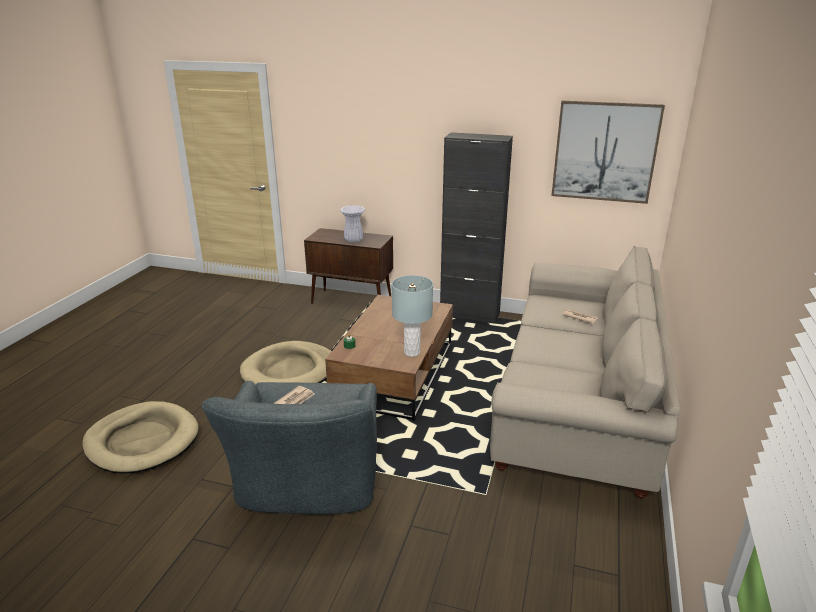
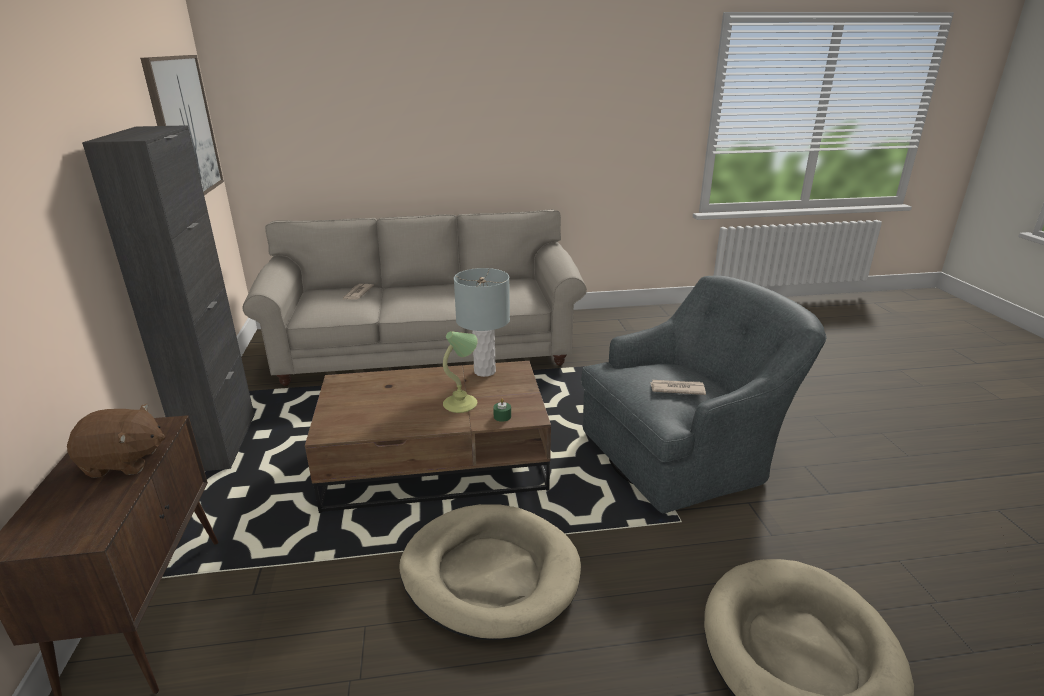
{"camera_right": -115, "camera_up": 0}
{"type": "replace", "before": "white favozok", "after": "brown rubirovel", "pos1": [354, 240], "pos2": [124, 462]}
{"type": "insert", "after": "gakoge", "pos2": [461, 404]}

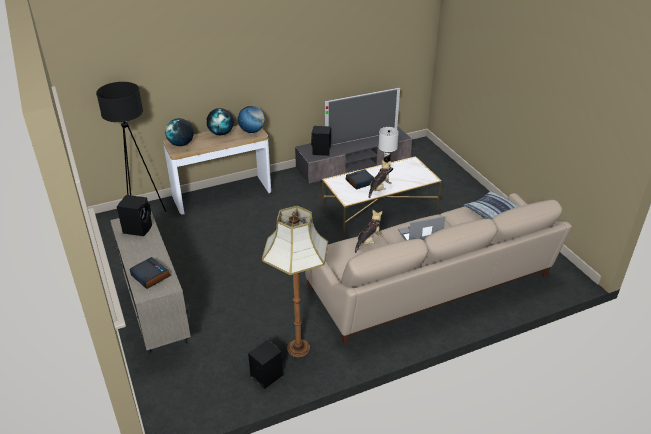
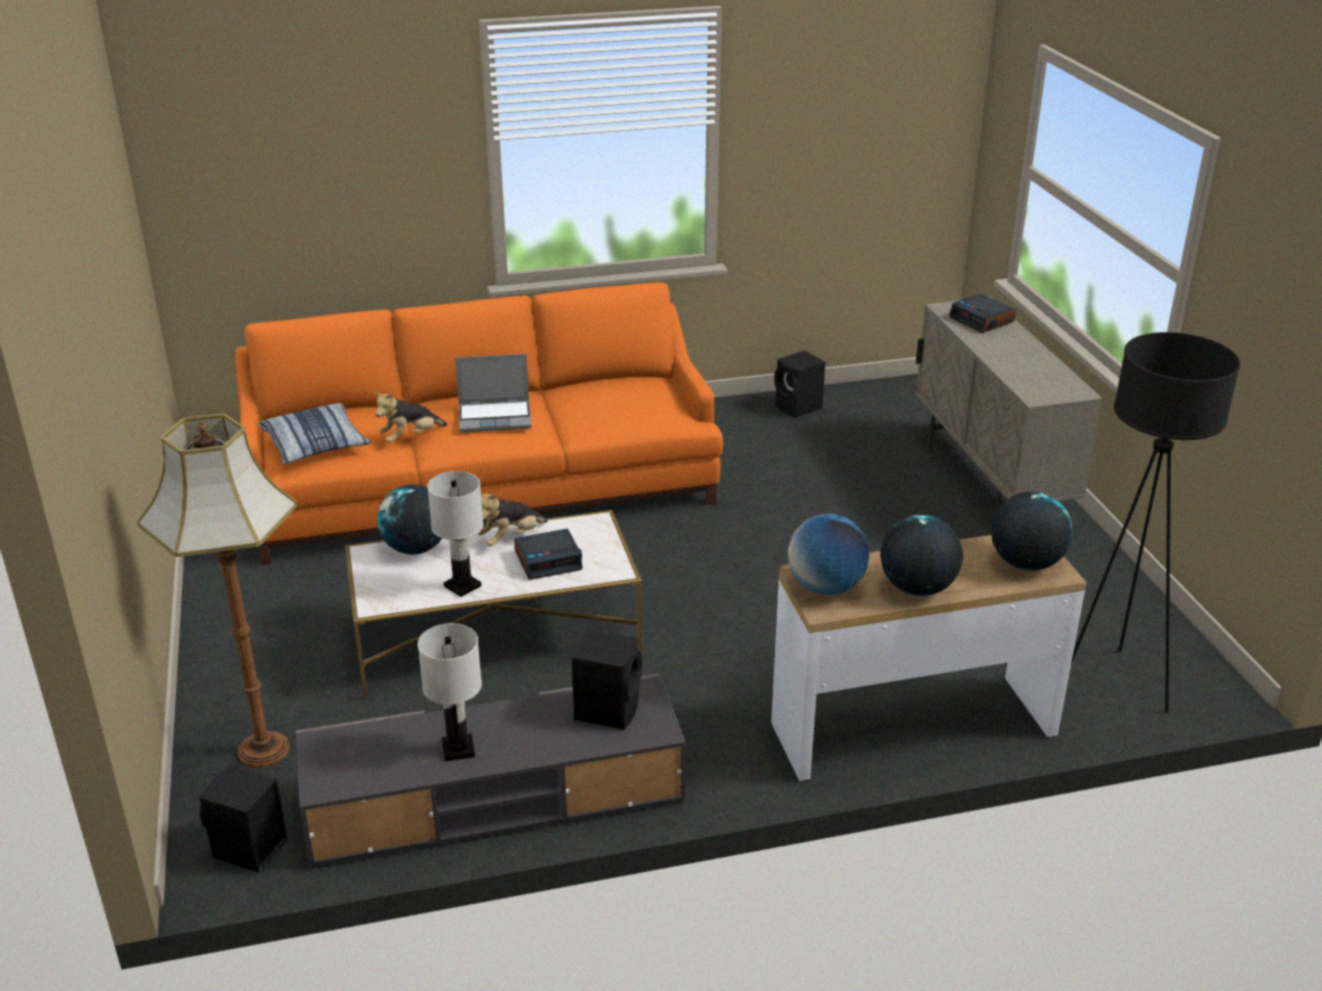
{"camera_right": -170, "camera_up": -5}
{"type": "move", "before": "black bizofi", "pos1": [138, 228], "pos2": [248, 850]}
{"type": "move", "before": "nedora", "pos1": [299, 349], "pos2": [263, 749]}
{"type": "recolor", "before": "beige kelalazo", "after": "orange kelalazo", "pos1": [430, 283], "pos2": [483, 486]}
{"type": "replace", "before": "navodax", "after": "white gakoge", "pos1": [361, 138], "pos2": [457, 749]}
{"type": "move", "before": "rubirovel", "pos1": [368, 242], "pos2": [410, 437]}
{"type": "insert", "after": "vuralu", "pos2": [416, 548]}

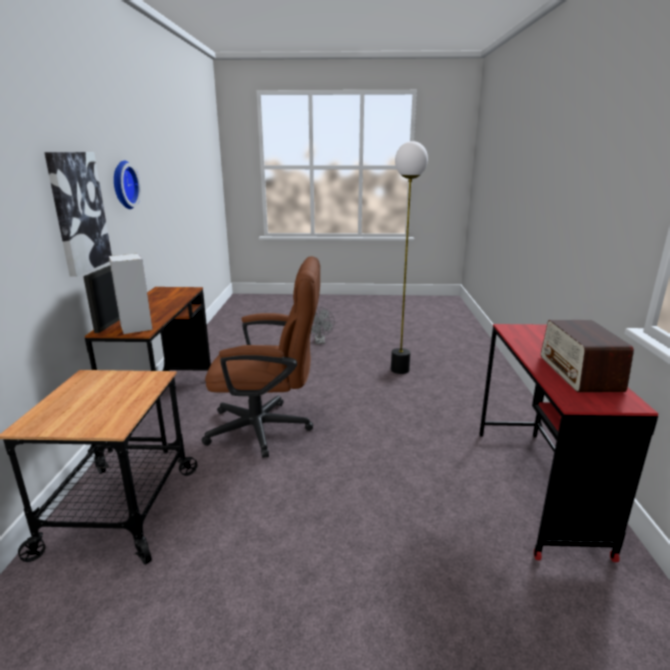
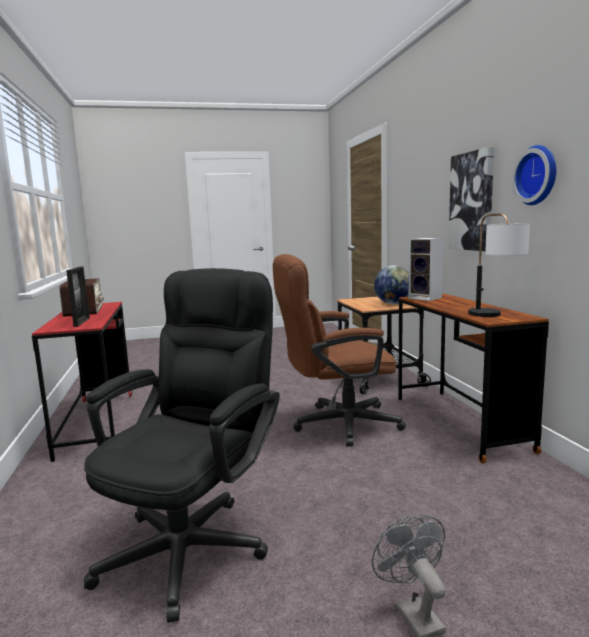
{"camera_right": 165, "camera_up": -10}
{"type": "move", "before": "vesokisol", "pos1": [109, 325], "pos2": [82, 322]}
{"type": "replace", "before": "nedora", "after": "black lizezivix", "pos1": [399, 370], "pos2": [194, 541]}
{"type": "insert", "after": "vuralu", "pos2": [393, 304]}
{"type": "insert", "after": "gakoge", "pos2": [495, 316]}

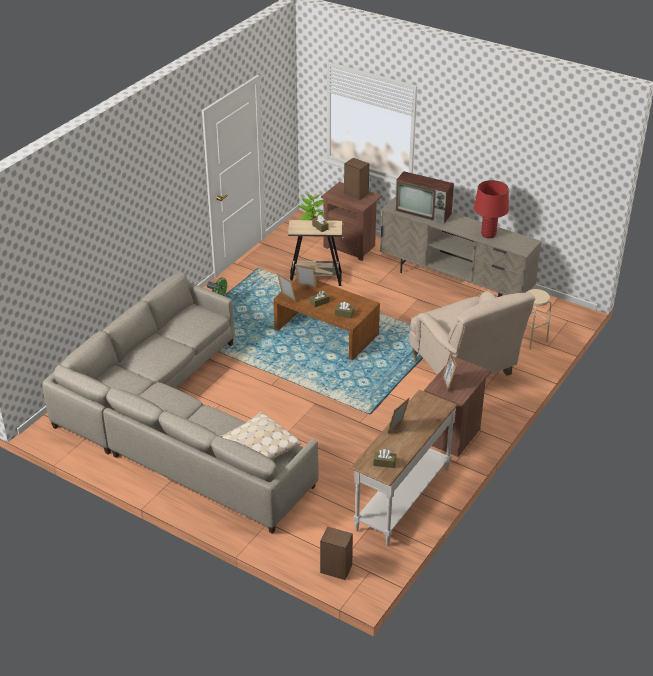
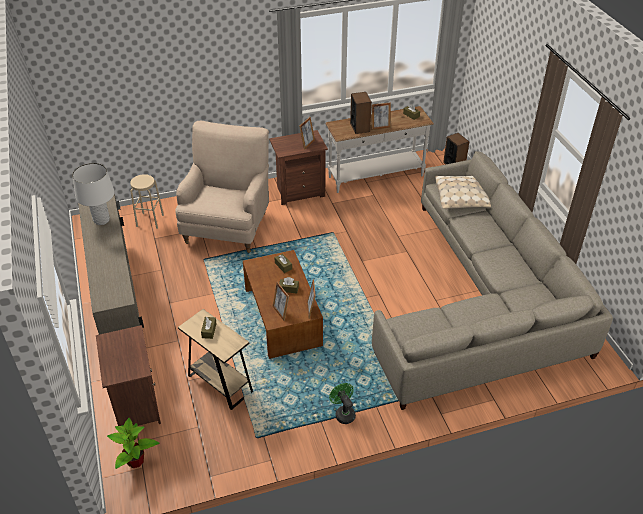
{"camera_right": -140, "camera_up": 5}
{"type": "move", "before": "bizofi", "pos1": [356, 193], "pos2": [360, 127]}
{"type": "delete", "before": "navodax", "pos1": [424, 212]}
{"type": "recolor", "before": "red gakoge", "after": "white gakoge", "pos1": [488, 235], "pos2": [101, 220]}

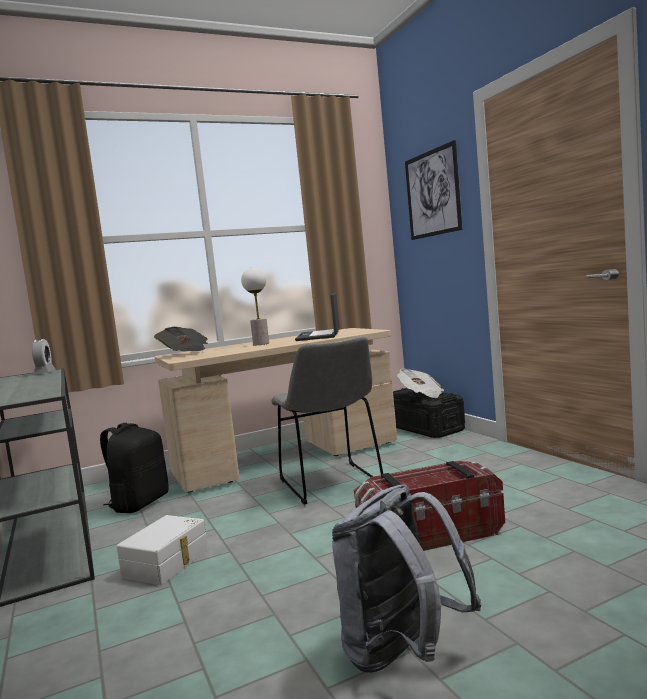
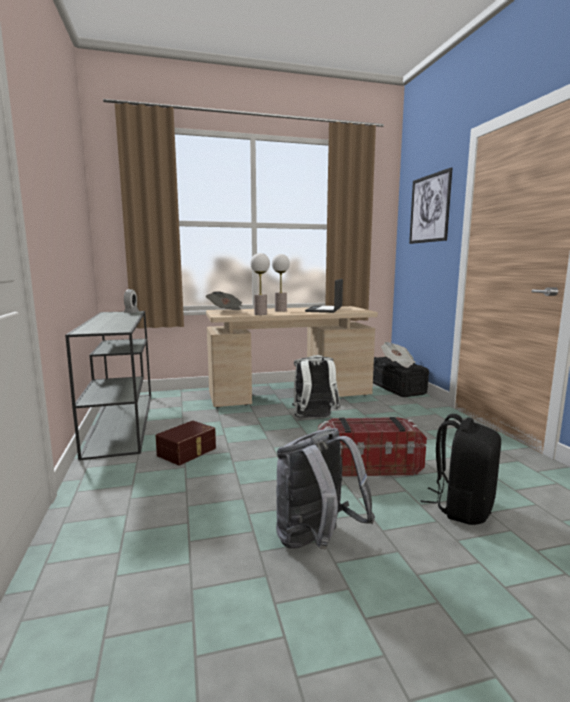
{"camera_right": 10, "camera_up": 5}
{"type": "move", "before": "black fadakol", "pos1": [139, 503], "pos2": [462, 507]}
{"type": "recolor", "before": "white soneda", "after": "brown soneda", "pos1": [168, 563], "pos2": [188, 452]}
{"type": "replace", "before": "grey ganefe", "after": "white fadakol", "pos1": [332, 484], "pos2": [314, 418]}
{"type": "insert", "after": "gakoge", "pos2": [260, 314]}

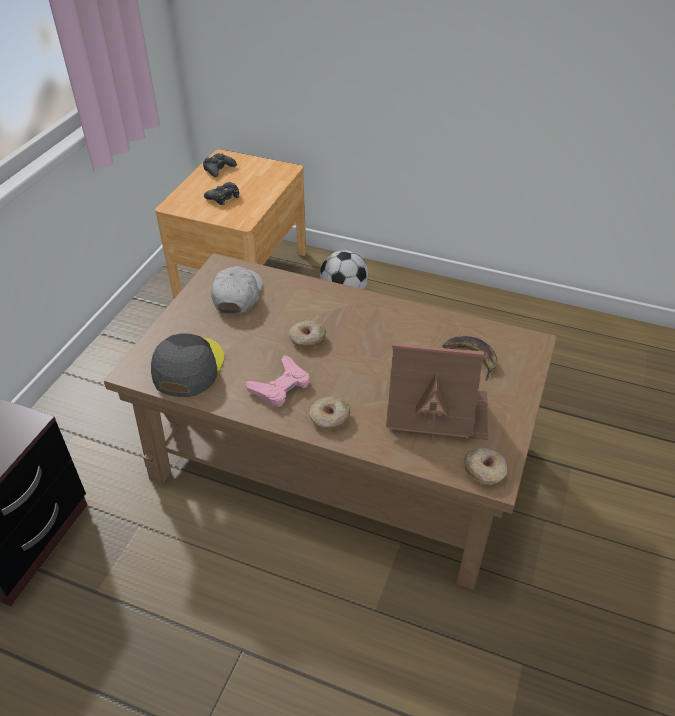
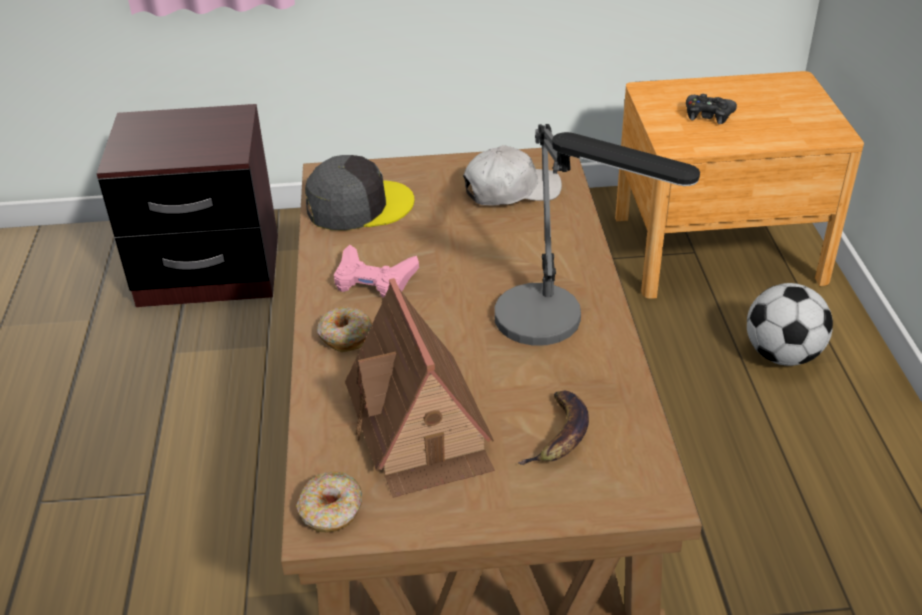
{"camera_right": 65, "camera_up": -5}
{"type": "delete", "before": "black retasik", "pos1": [218, 169]}
{"type": "delete", "before": "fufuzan", "pos1": [307, 339]}
{"type": "insert", "after": "gakoge", "pos2": [559, 328]}

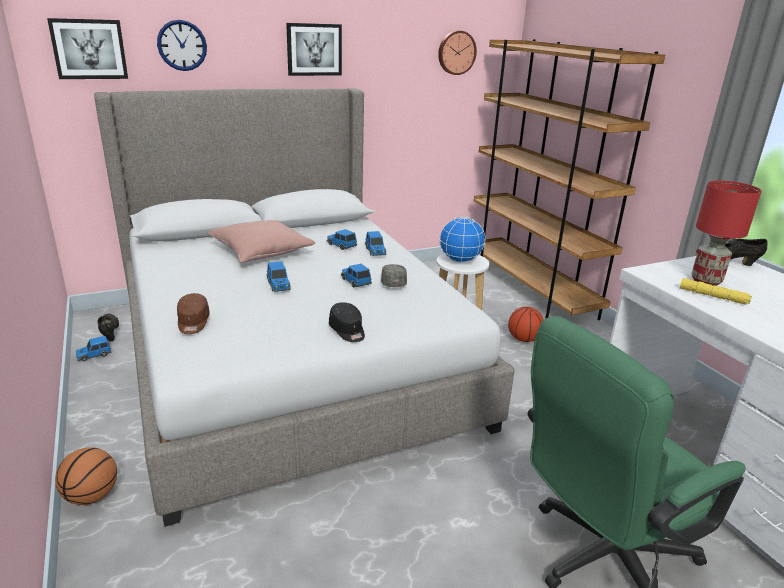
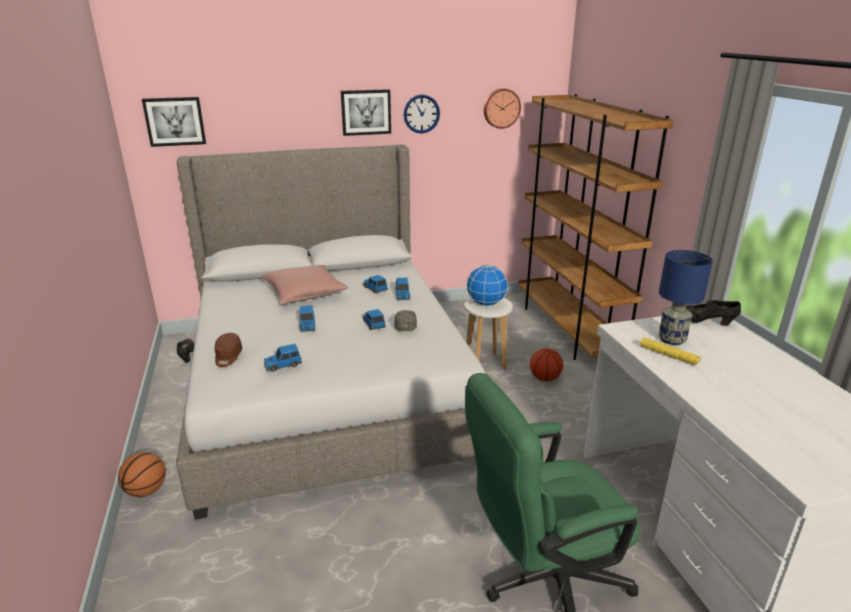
{"camera_right": 10, "camera_up": 0}
{"type": "move", "before": "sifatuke", "pos1": [94, 355], "pos2": [283, 365]}
{"type": "move", "before": "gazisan", "pos1": [182, 45], "pos2": [421, 114]}
{"type": "delete", "before": "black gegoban", "pos1": [347, 331]}
{"type": "recolor", "before": "red gakoge", "after": "blue gakoge", "pos1": [706, 281], "pos2": [671, 340]}

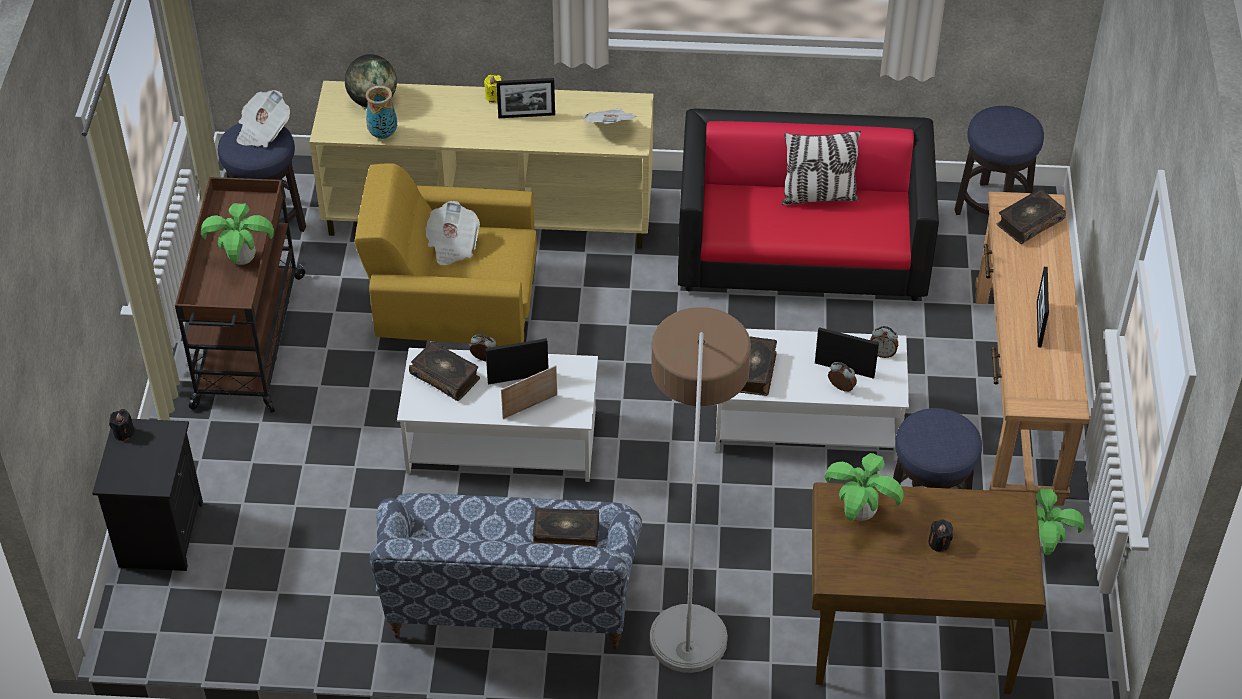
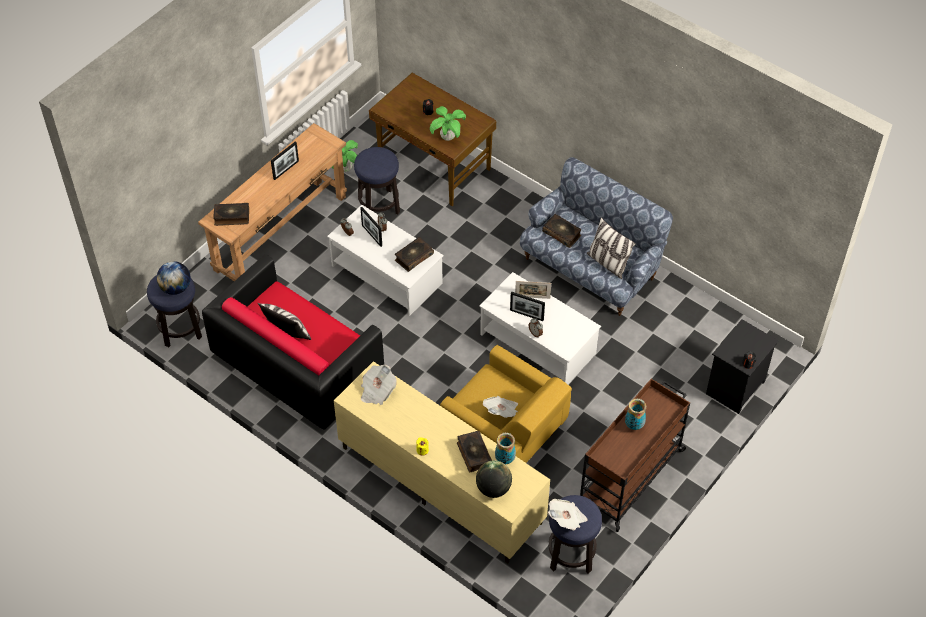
{"camera_right": -145, "camera_up": 5}
{"type": "replace", "before": "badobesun", "after": "favozok", "pos1": [242, 259], "pos2": [634, 425]}
{"type": "move", "before": "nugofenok", "pos1": [445, 376], "pos2": [473, 454]}
{"type": "delete", "before": "vesokisol", "pos1": [526, 115]}
{"type": "delete", "before": "nedora", "pos1": [692, 554]}
{"type": "insert", "after": "vuralu", "pos2": [176, 288]}
{"type": "insert", "after": "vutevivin", "pos2": [608, 263]}

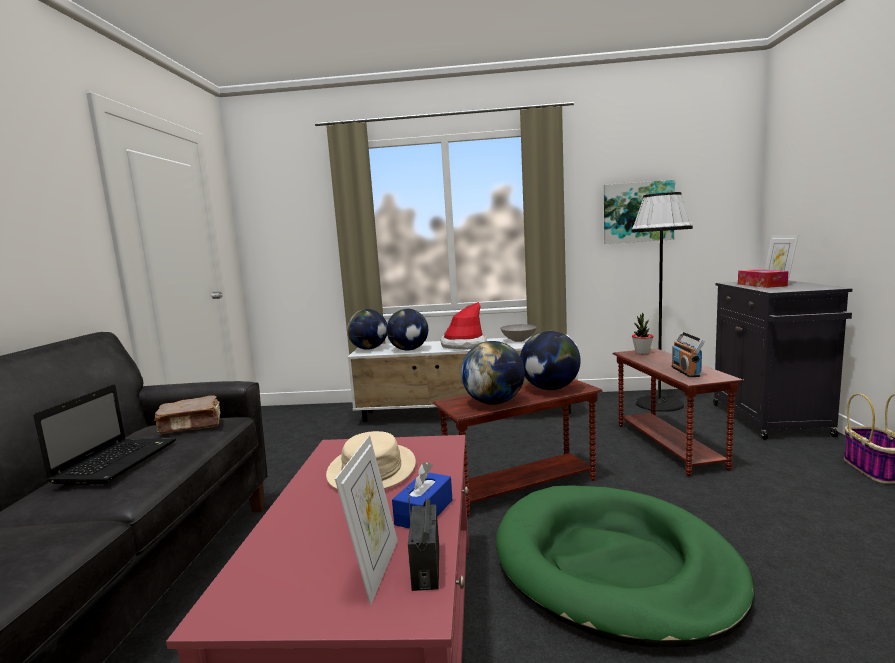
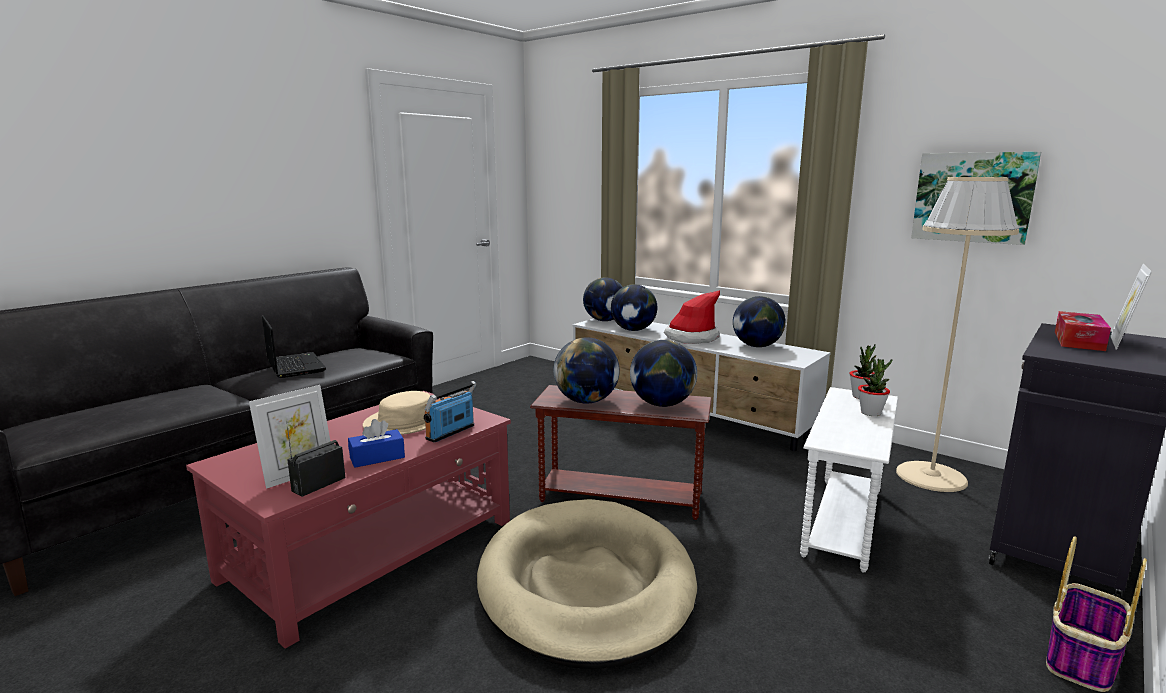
{"camera_right": 35, "camera_up": 5}
{"type": "rotate", "before": "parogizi", "pos1": [117, 461], "pos2": [294, 366], "turn": -75}
{"type": "delete", "before": "brown nugofenok", "pos1": [191, 425]}
{"type": "recolor", "before": "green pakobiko", "after": "beige pakobiko", "pos1": [613, 565], "pos2": [586, 586]}
{"type": "replace", "before": "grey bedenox", "after": "vuralu", "pos1": [518, 340], "pos2": [757, 346]}
{"type": "recolor", "before": "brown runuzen", "after": "white runuzen", "pos1": [669, 445], "pos2": [844, 522]}
{"type": "recolor", "before": "black nedora", "after": "beige nedora", "pos1": [659, 403], "pos2": [931, 476]}
{"type": "move", "before": "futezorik", "pos1": [686, 371], "pos2": [451, 432]}
{"type": "insert", "after": "badobesun", "pos2": [871, 413]}

